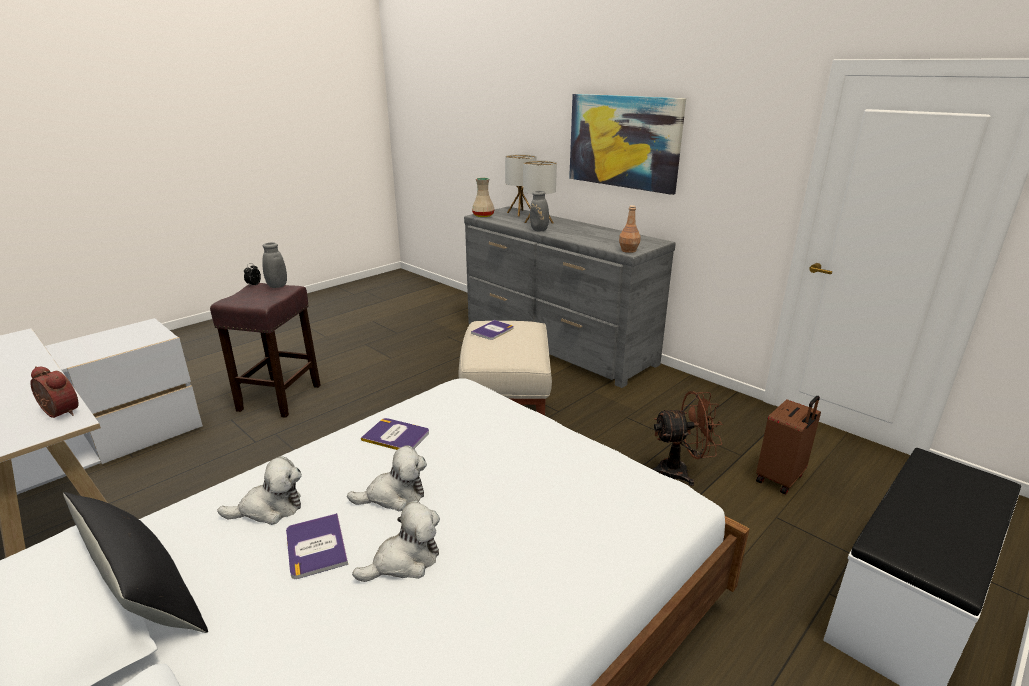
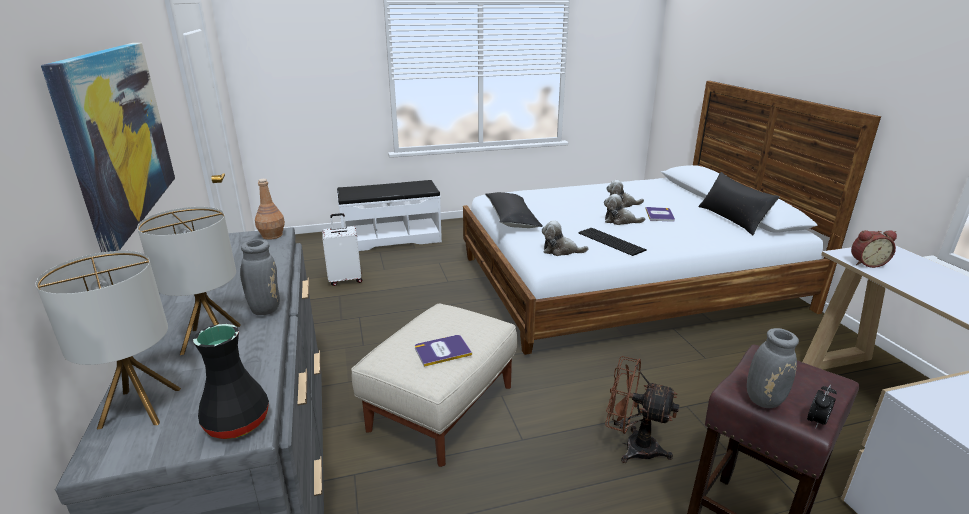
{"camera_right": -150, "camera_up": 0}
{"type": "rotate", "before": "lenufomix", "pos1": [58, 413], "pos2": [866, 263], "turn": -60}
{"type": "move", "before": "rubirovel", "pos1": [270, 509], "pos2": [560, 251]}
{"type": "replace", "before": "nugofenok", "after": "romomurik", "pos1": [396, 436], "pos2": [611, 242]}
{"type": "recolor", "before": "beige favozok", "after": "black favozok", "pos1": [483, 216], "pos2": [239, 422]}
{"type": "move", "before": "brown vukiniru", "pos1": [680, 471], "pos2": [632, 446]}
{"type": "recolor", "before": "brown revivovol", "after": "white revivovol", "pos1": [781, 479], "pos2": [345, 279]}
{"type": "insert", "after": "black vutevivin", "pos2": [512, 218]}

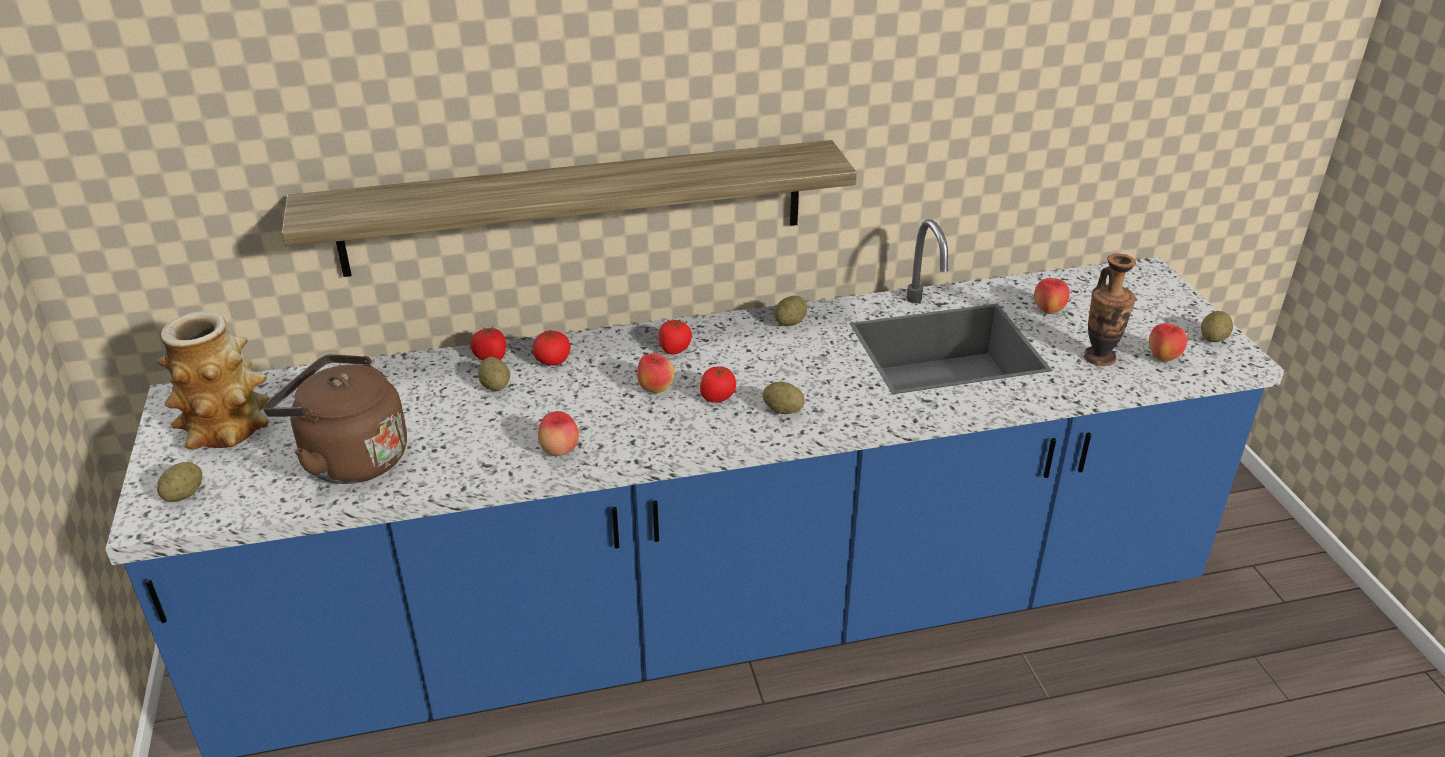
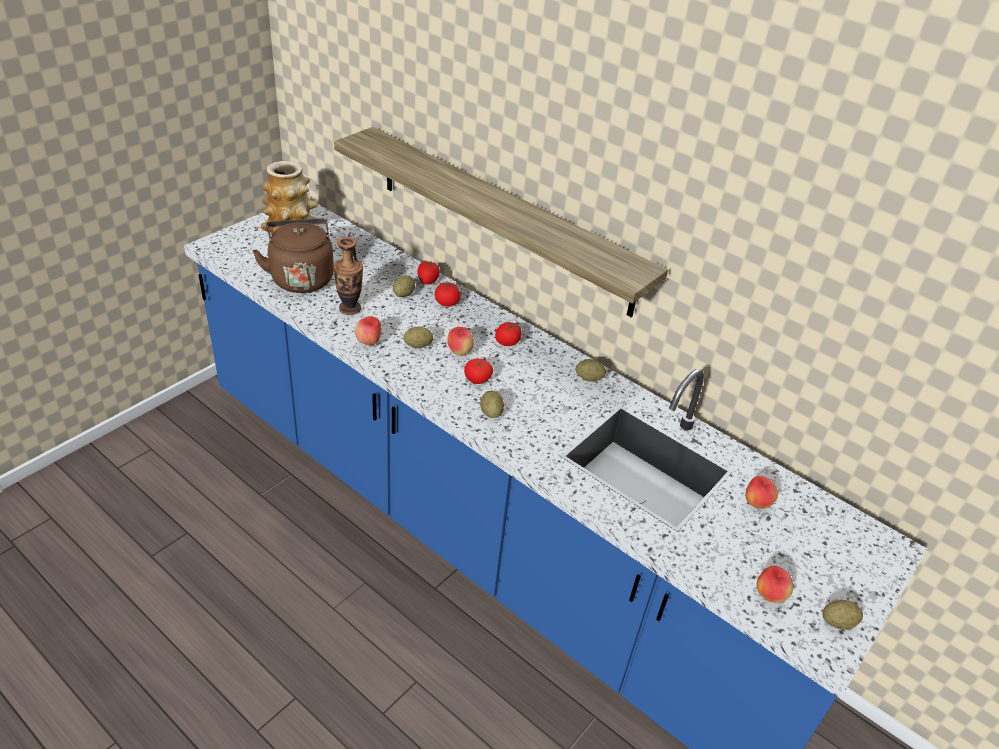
{"camera_right": 50, "camera_up": 5}
{"type": "move", "before": "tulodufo", "pos1": [184, 494], "pos2": [418, 345]}
{"type": "move", "before": "favozok", "pos1": [1099, 357], "pos2": [350, 308]}

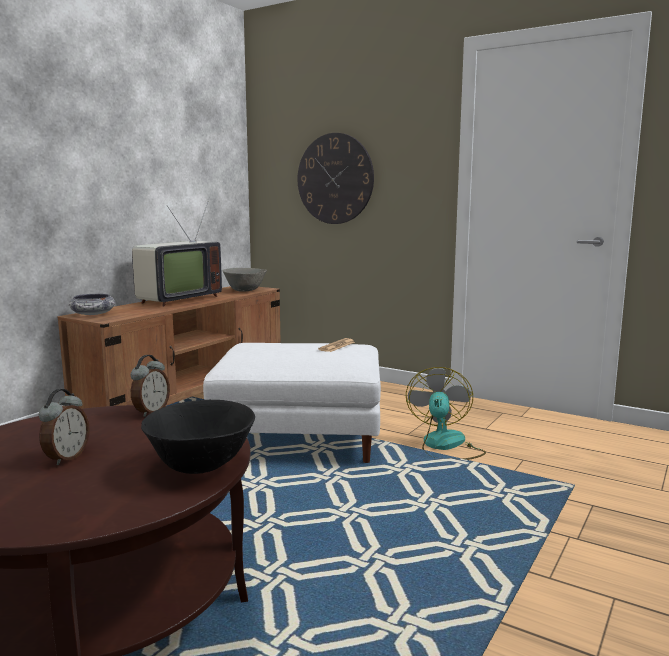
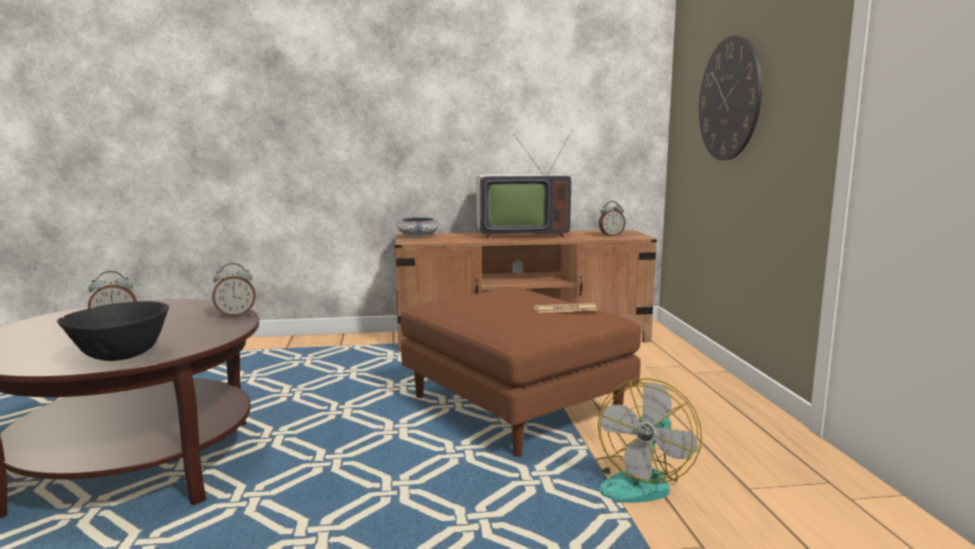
{"camera_right": 50, "camera_up": 0}
{"type": "recolor", "before": "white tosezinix", "after": "brown tosezinix", "pos1": [301, 439], "pos2": [517, 409]}
{"type": "replace", "before": "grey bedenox", "after": "lenufomix", "pos1": [245, 291], "pos2": [611, 236]}
{"type": "rotate", "before": "vukiniru", "pos1": [445, 446], "pos2": [640, 481], "turn": 150}

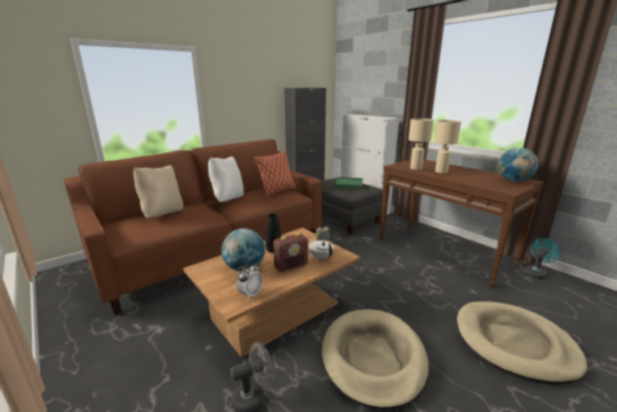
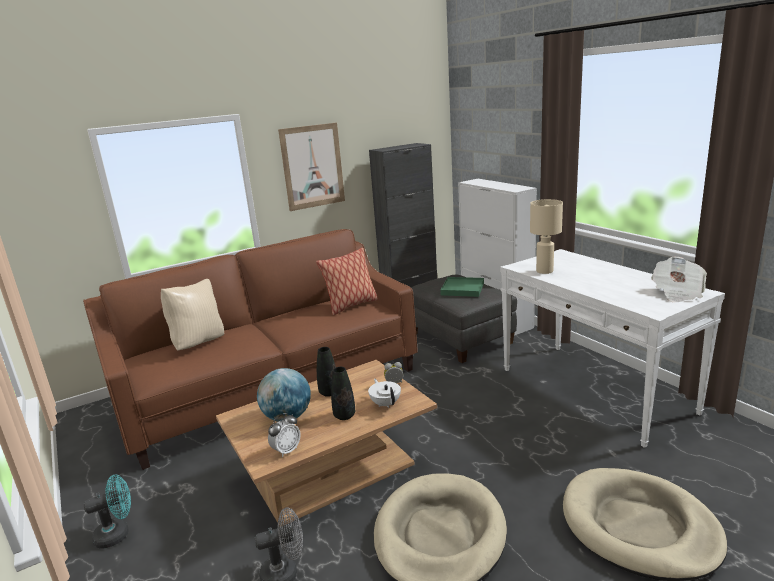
{"camera_right": 10, "camera_up": 0}
{"type": "delete", "before": "white vutevivin", "pos1": [227, 199]}
{"type": "replace", "before": "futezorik", "after": "black favozok", "pos1": [291, 266], "pos2": [344, 416]}
{"type": "recolor", "before": "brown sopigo", "after": "white sopigo", "pos1": [444, 251], "pos2": [595, 390]}
{"type": "delete", "before": "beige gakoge", "pos1": [441, 172]}
{"type": "replace", "before": "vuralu", "after": "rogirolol", "pos1": [513, 181], "pos2": [677, 293]}
{"type": "move", "before": "turquoise vukiniru", "pos1": [536, 273], "pos2": [118, 533]}
{"type": "insert", "after": "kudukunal", "pos2": [312, 166]}

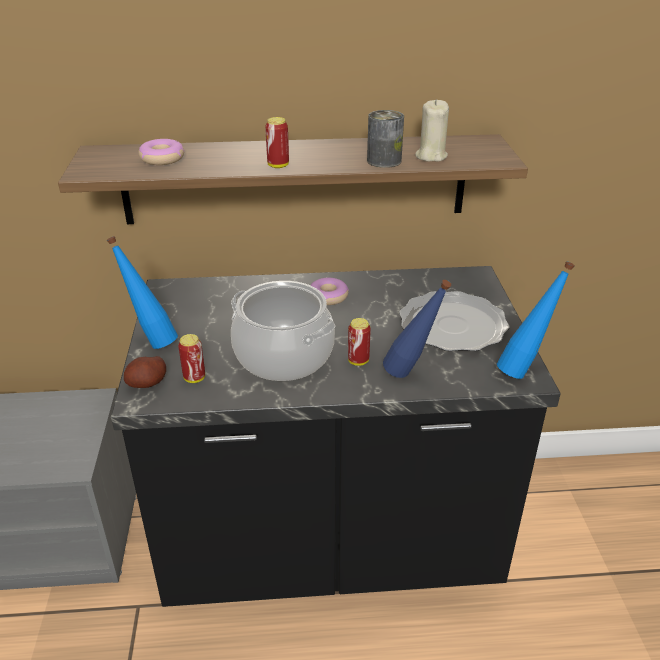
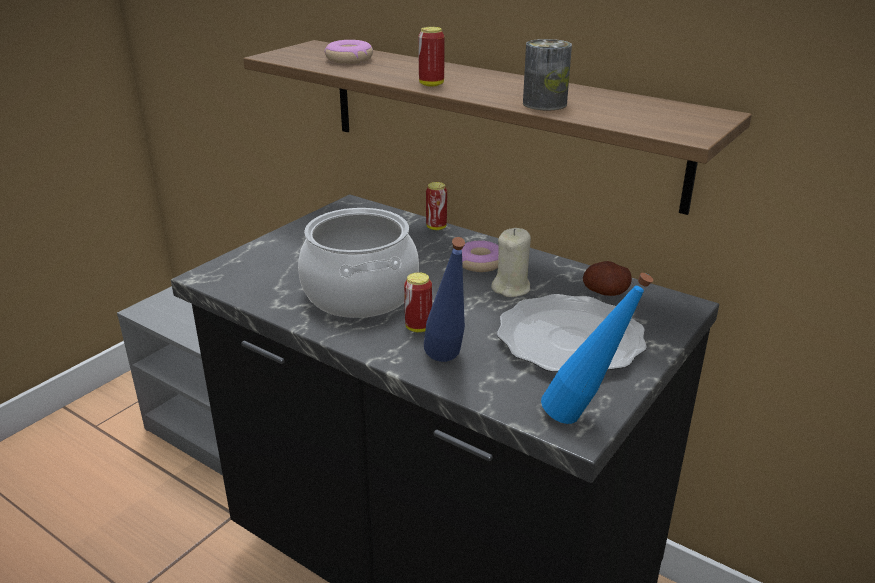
{"camera_right": 40, "camera_up": -5}
{"type": "delete", "before": "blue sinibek", "pos1": [151, 341]}
{"type": "move", "before": "tulodufo", "pos1": [147, 383], "pos2": [605, 292]}
{"type": "move", "before": "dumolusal", "pos1": [194, 378], "pos2": [436, 227]}
{"type": "move", "before": "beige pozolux", "pos1": [431, 156], "pos2": [511, 288]}

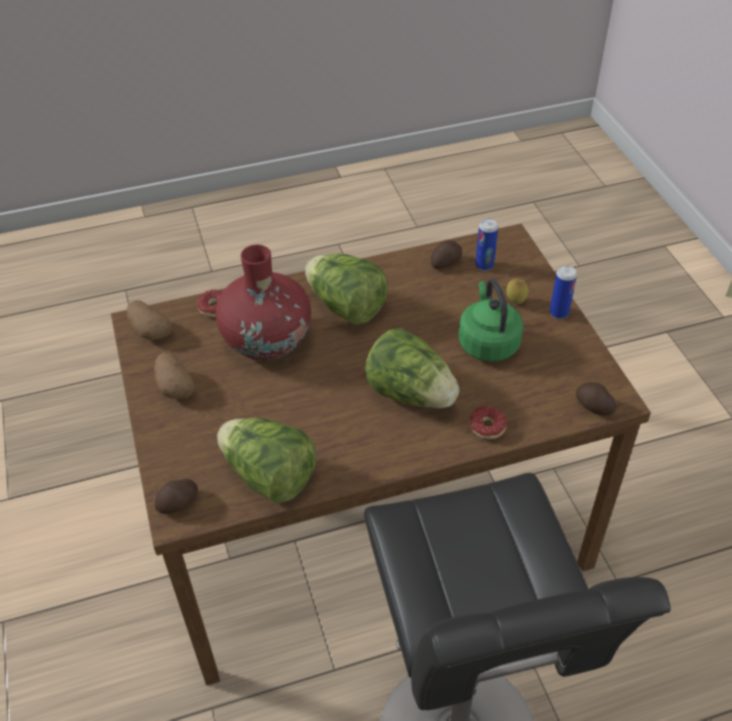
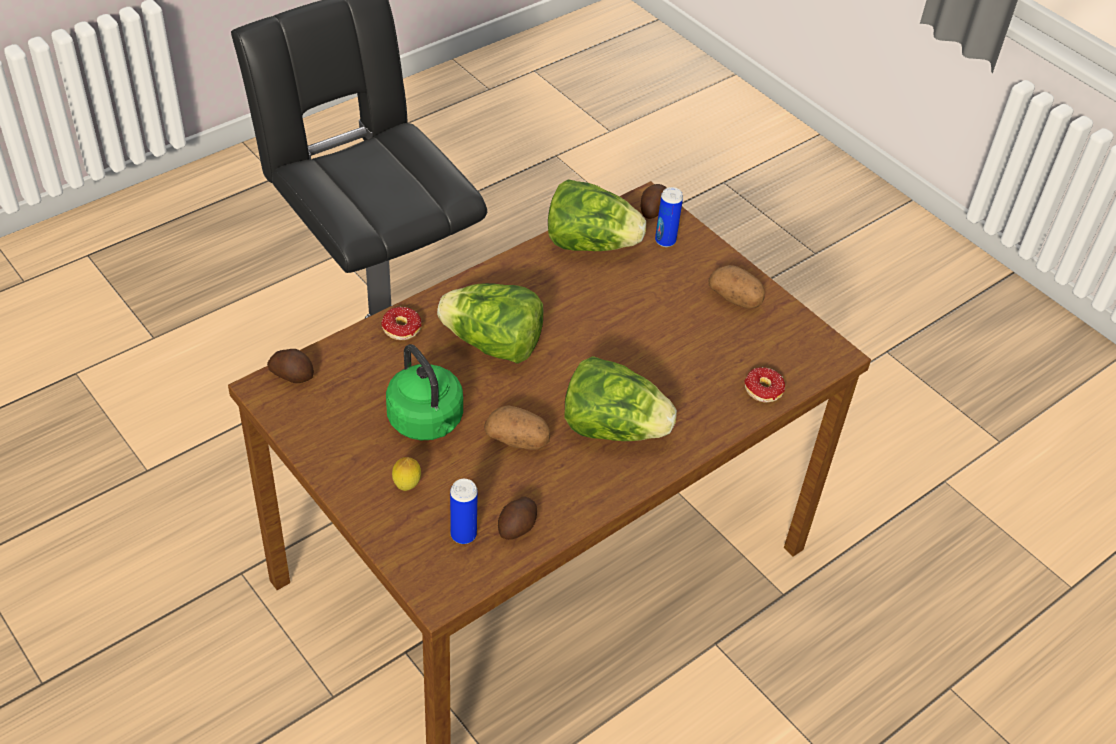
{"camera_right": 155, "camera_up": 0}
{"type": "move", "before": "tulodufo", "pos1": [149, 331], "pos2": [518, 440]}
{"type": "delete", "before": "red favozok", "pos1": [267, 341]}
{"type": "move", "before": "dumolusal", "pos1": [559, 313], "pos2": [665, 241]}

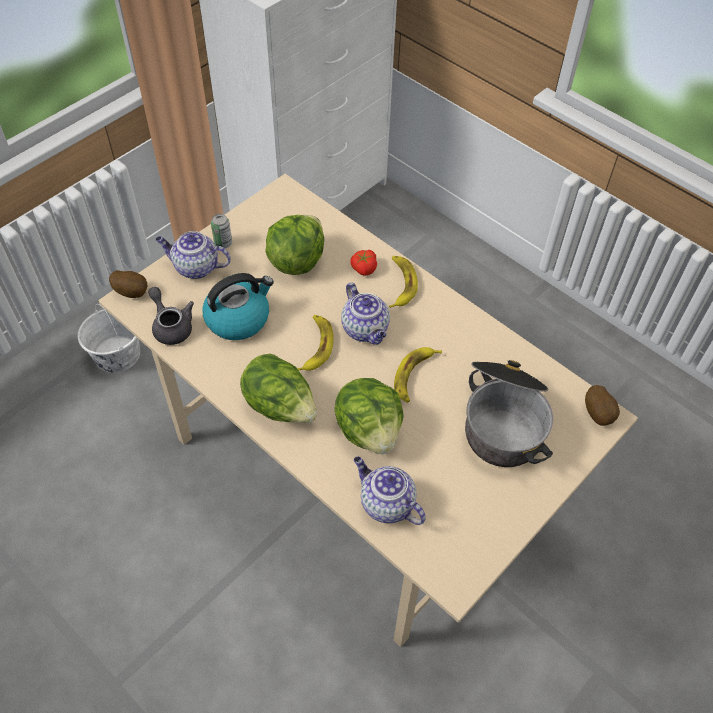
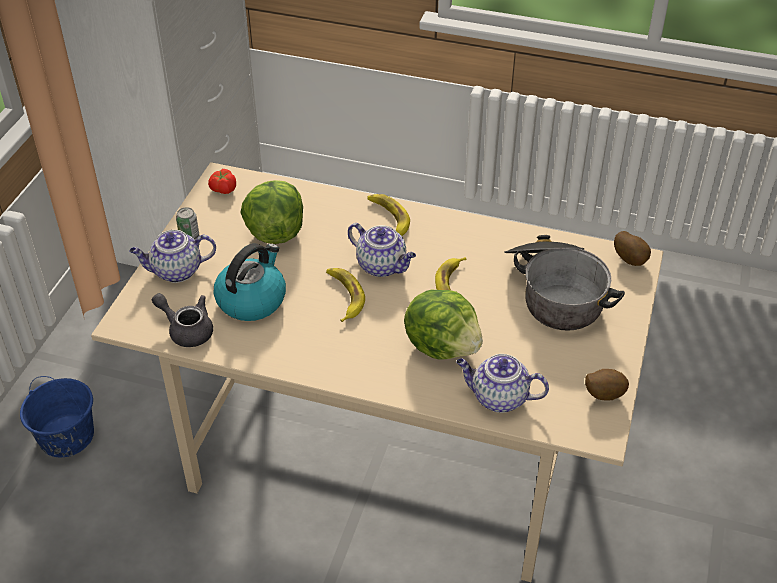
{"camera_right": -25, "camera_up": -10}
{"type": "recolor", "before": "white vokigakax", "after": "blue vokigakax", "pos1": [117, 354], "pos2": [66, 436]}
{"type": "move", "before": "tulodufo", "pos1": [132, 292], "pos2": [603, 394]}
{"type": "delete", "before": "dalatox", "pos1": [280, 406]}
{"type": "move", "before": "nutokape", "pos1": [363, 268], "pos2": [223, 189]}

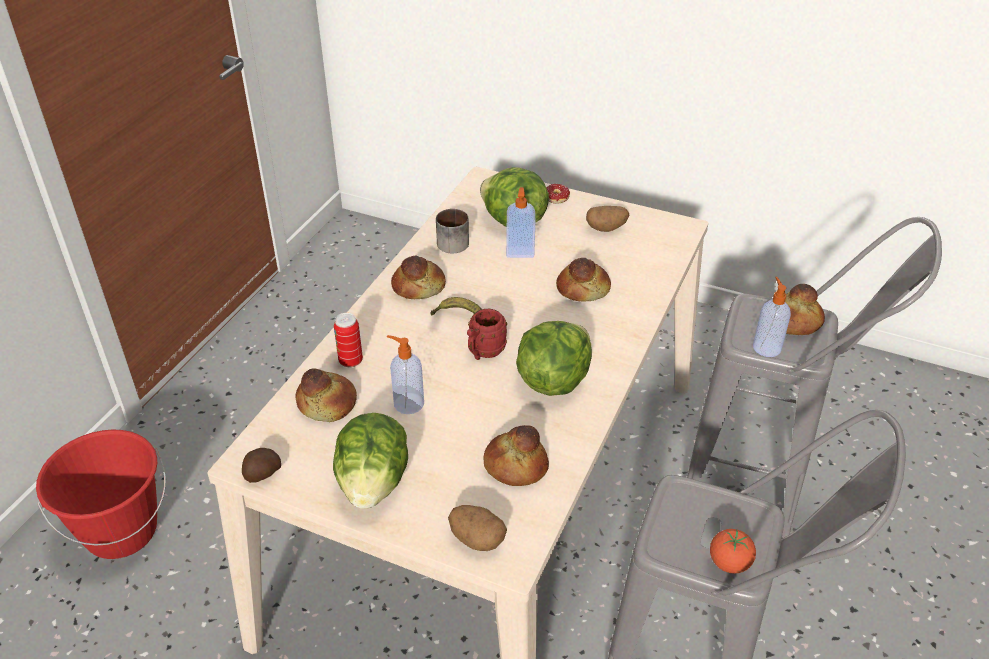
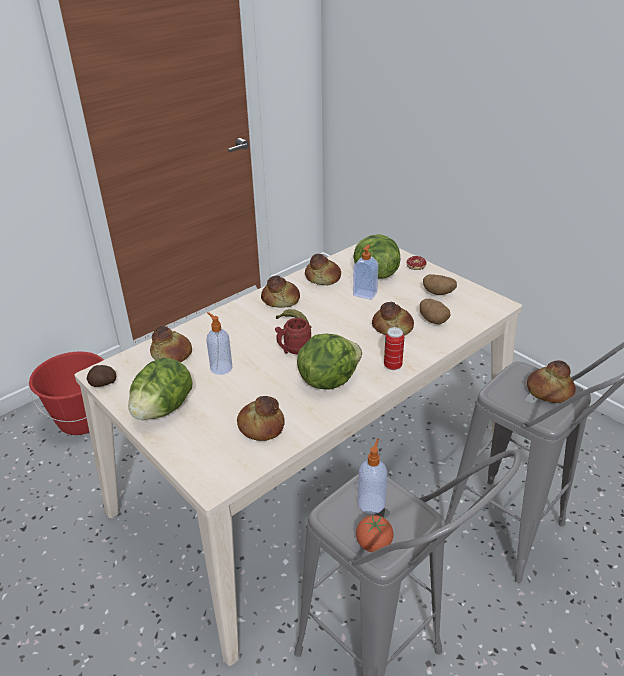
{"camera_right": 25, "camera_up": -5}
{"type": "move", "before": "dumolusal", "pos1": [350, 361], "pos2": [392, 366]}
{"type": "replace", "before": "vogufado", "after": "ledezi", "pos1": [452, 241], "pos2": [323, 277]}
{"type": "move", "before": "tulodufo", "pos1": [477, 539], "pos2": [433, 320]}
{"type": "move", "before": "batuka", "pos1": [766, 347], "pos2": [371, 502]}

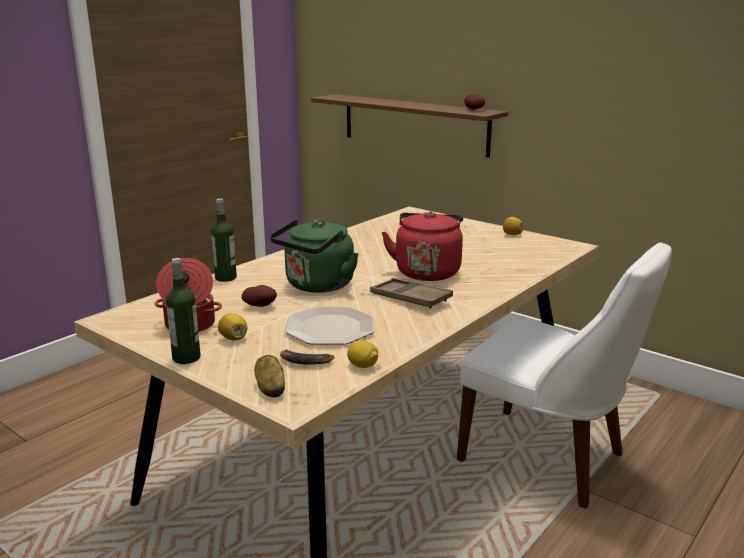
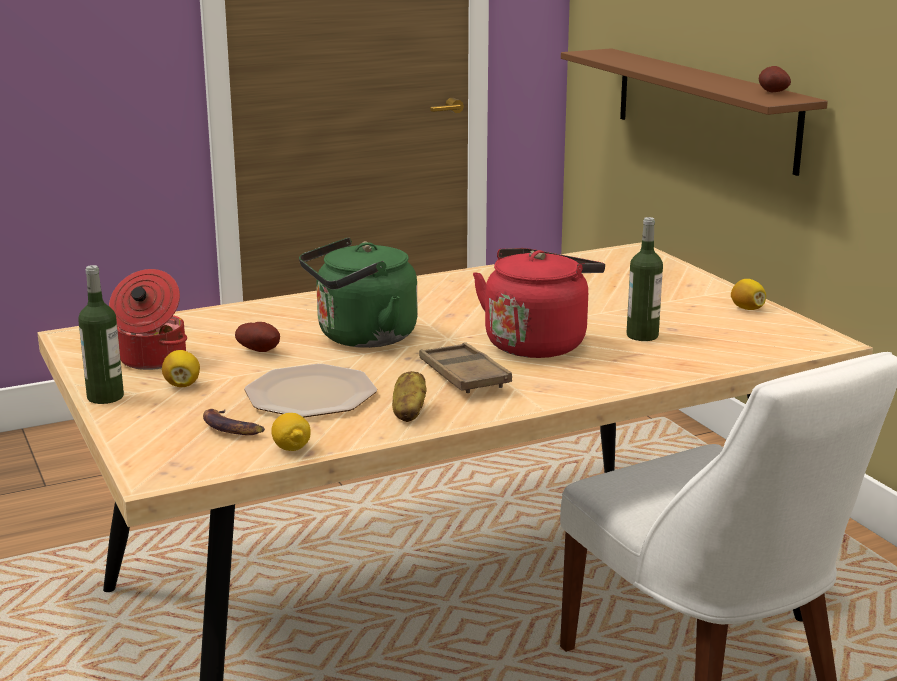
{"camera_right": 25, "camera_up": 0}
{"type": "move", "before": "sinibek", "pos1": [225, 278], "pos2": [642, 335]}
{"type": "move", "before": "tulodufo", "pos1": [270, 389], "pos2": [408, 412]}

